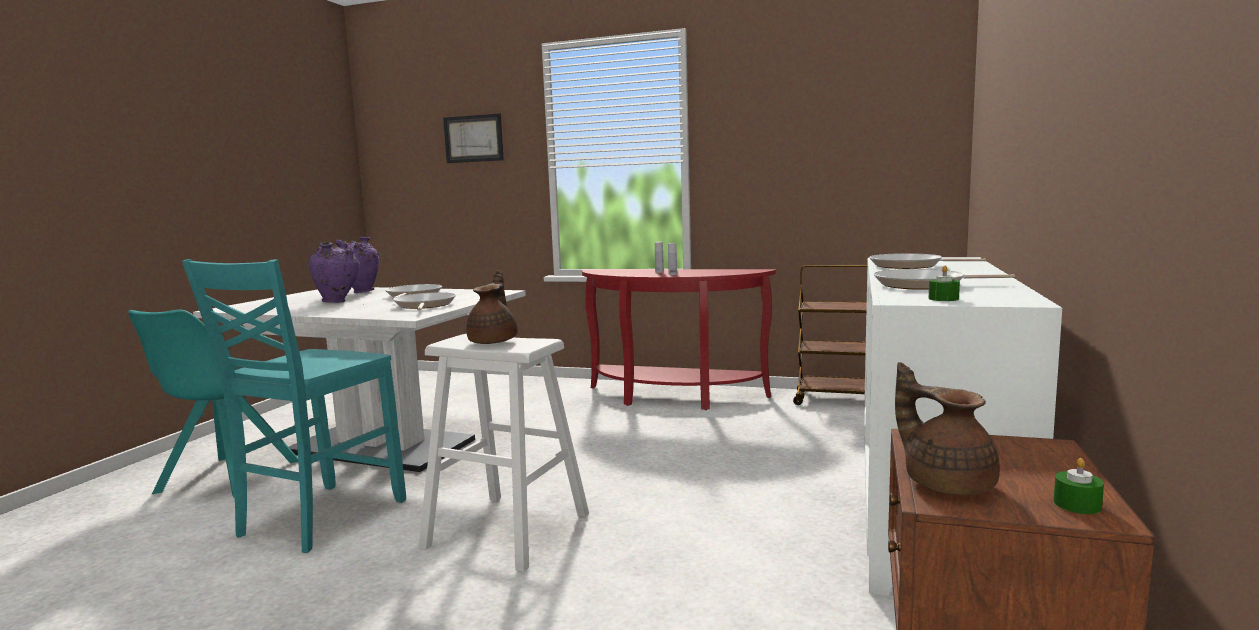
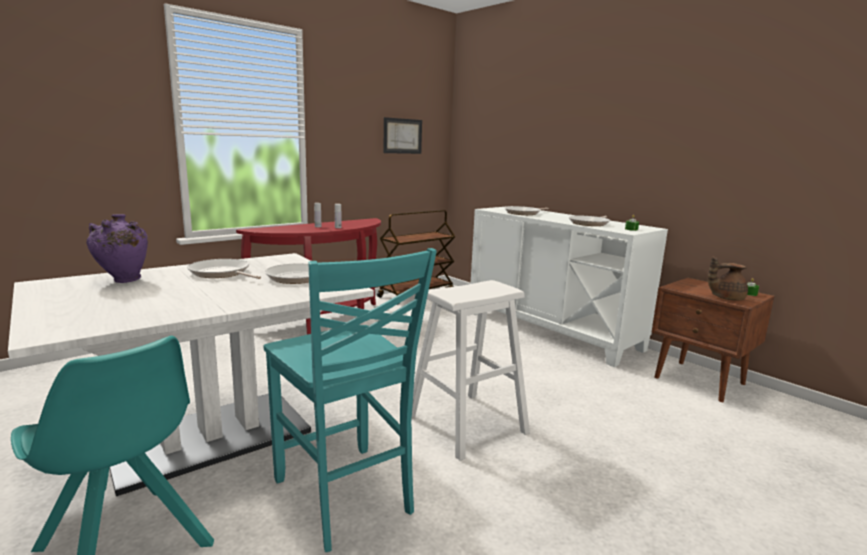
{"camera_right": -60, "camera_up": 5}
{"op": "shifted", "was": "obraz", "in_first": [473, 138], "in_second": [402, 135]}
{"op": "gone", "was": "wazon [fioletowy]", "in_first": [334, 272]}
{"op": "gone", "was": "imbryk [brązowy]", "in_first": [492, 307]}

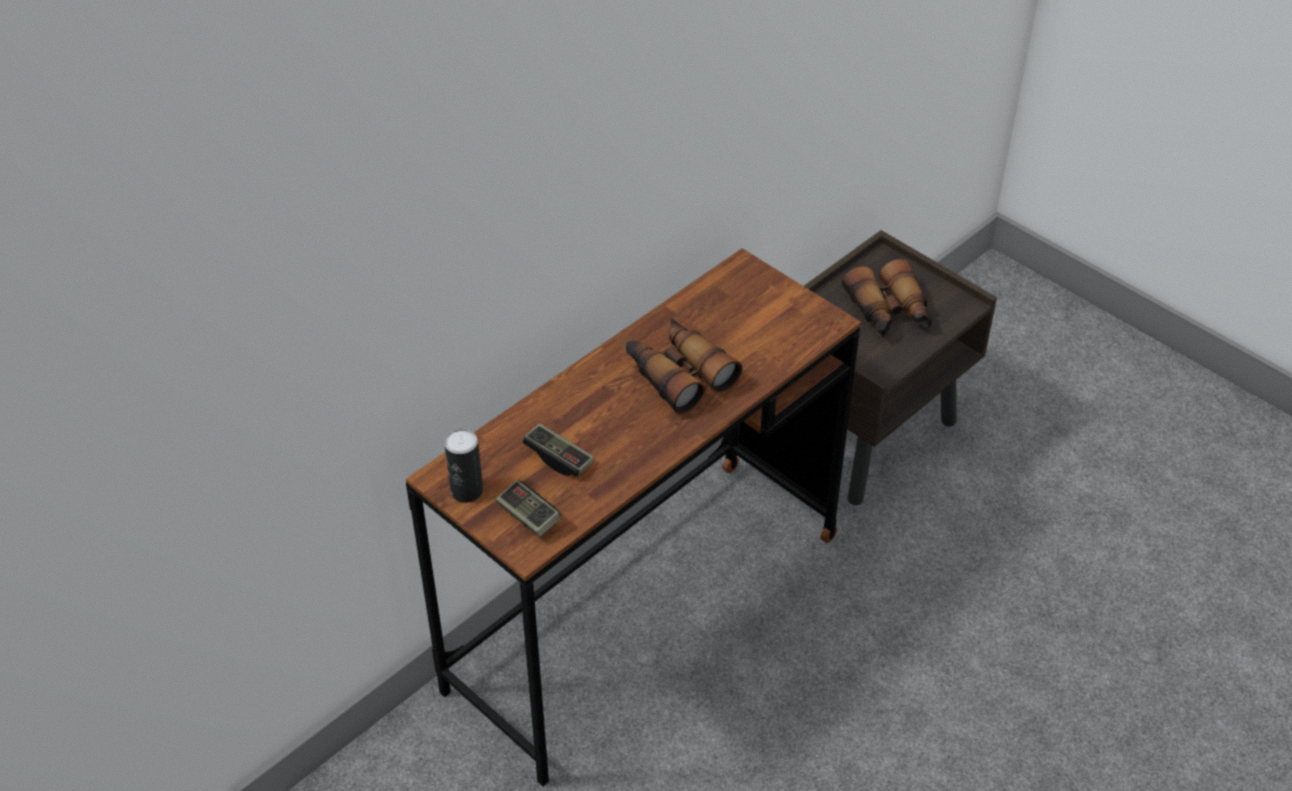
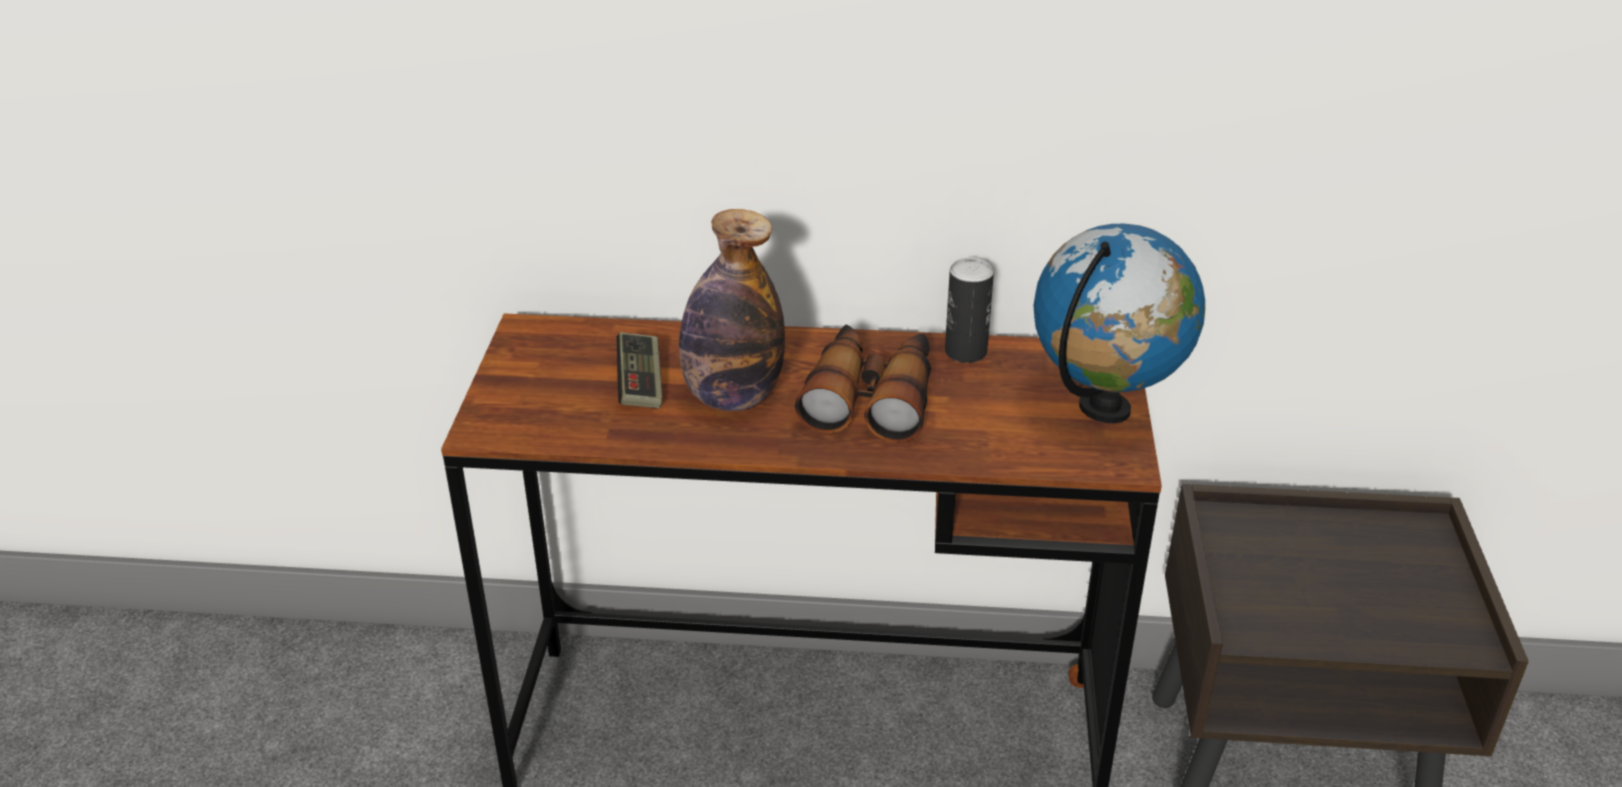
{"camera_right": 50, "camera_up": -10}
{"op": "new", "now": "butelka", "in_second": [732, 310]}
{"op": "shifted", "was": "puszka", "in_first": [463, 466], "in_second": [969, 310]}
{"op": "new", "now": "globus", "in_second": [1119, 323]}
{"op": "gone", "was": "pad do gier", "in_first": [528, 508]}
{"op": "gone", "was": "lornetka", "in_first": [887, 298]}

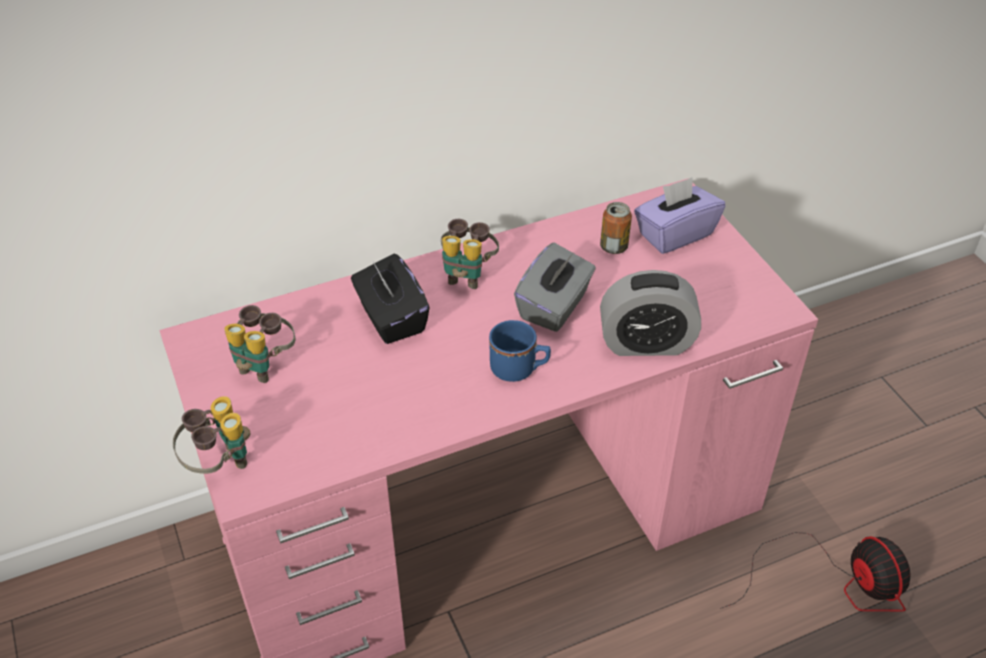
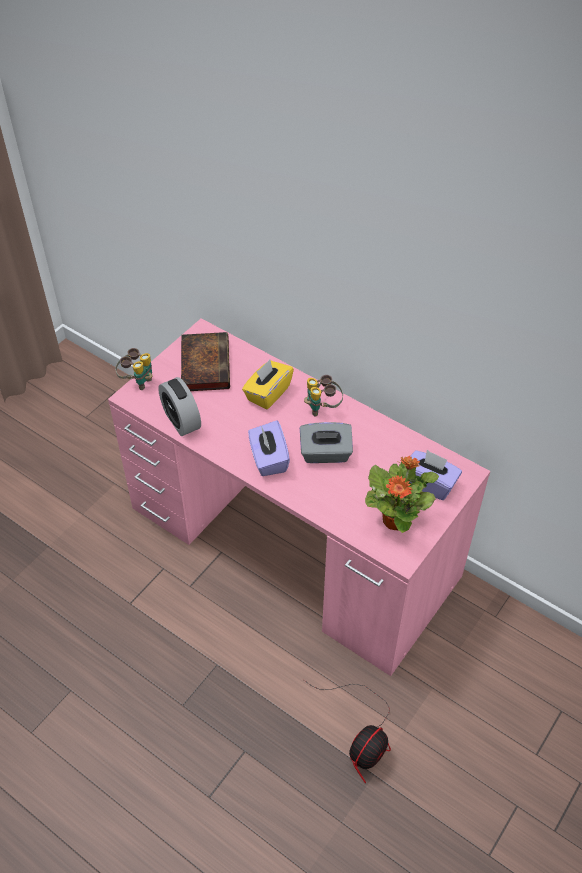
{"camera_right": 60, "camera_up": 5}
{"op": "shifted", "was": "budzik", "in_first": [650, 313], "in_second": [179, 406]}
{"op": "swapped", "was": "lornetka", "now": "książka", "in_first": [259, 344], "in_second": [205, 361]}
{"op": "repainted", "was": "pudełko chusteczek [czarny]", "now": "pudełko chusteczek [żółty]", "in_first": [390, 299], "in_second": [268, 385]}
{"op": "swapped", "was": "kubek [niebieski]", "now": "pudełko chusteczek [fioletowy]", "in_first": [520, 351], "in_second": [269, 448]}
{"op": "new", "now": "roślina doniczkowa", "in_second": [402, 494]}
{"op": "gone", "was": "puszka", "in_first": [616, 228]}

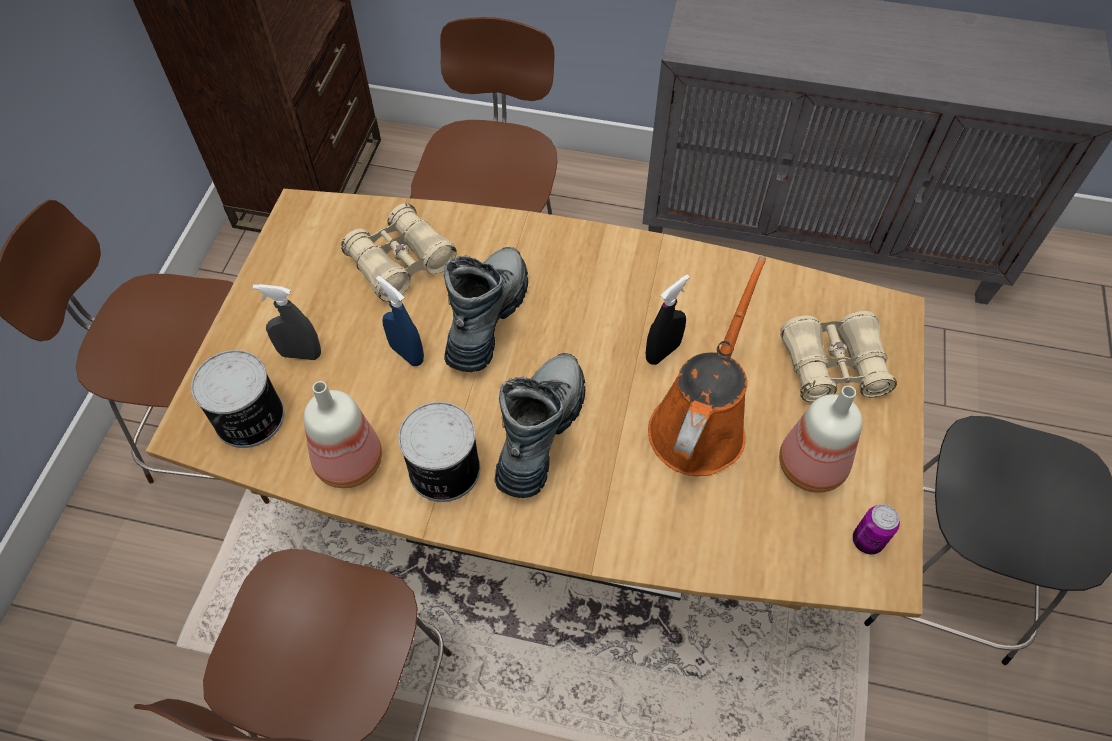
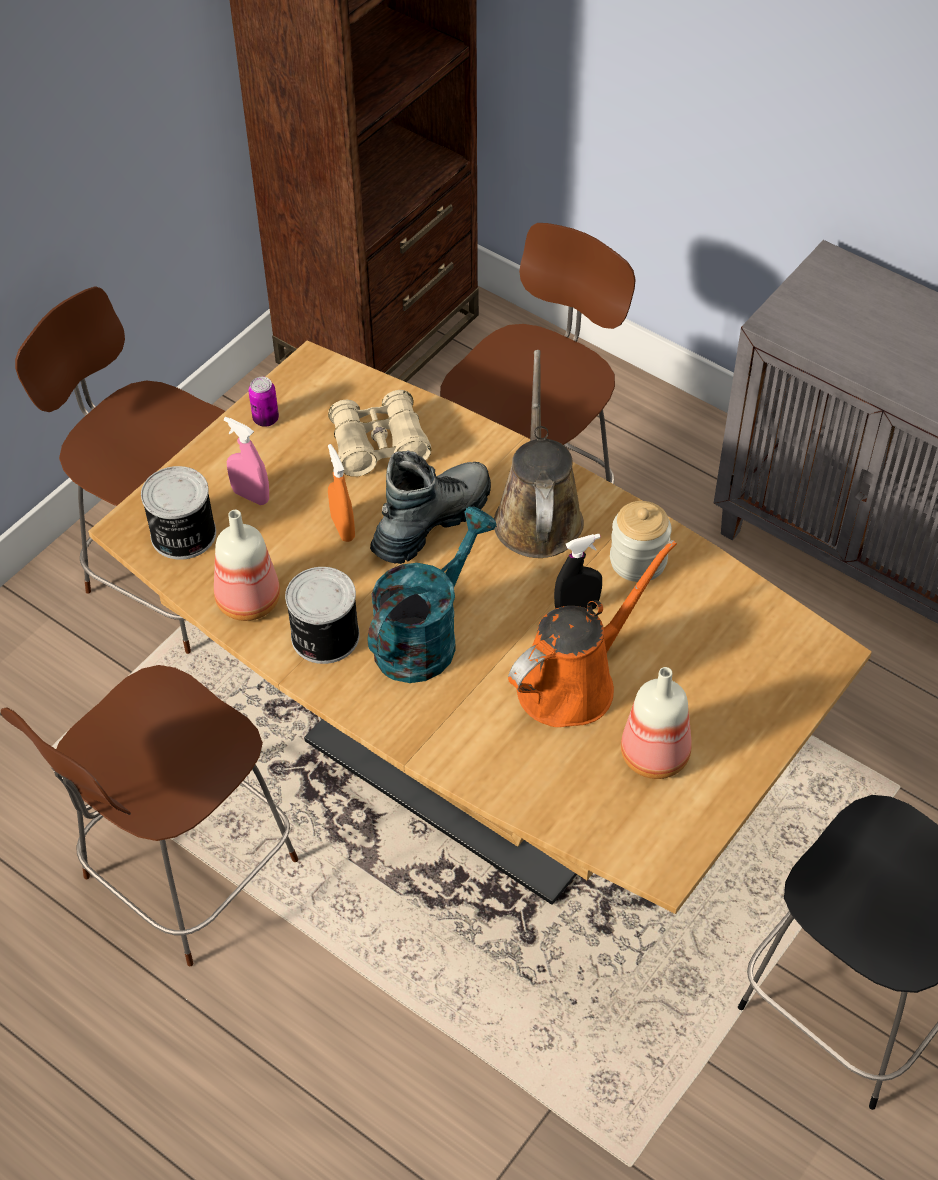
{"camera_right": 25, "camera_up": -5}
{"op": "repainted", "was": "spryskiwacz [szary]", "now": "spryskiwacz [różowy]", "in_first": [287, 322], "in_second": [246, 461]}
{"op": "shifted", "was": "puszka", "in_first": [876, 529], "in_second": [263, 402]}
{"op": "repainted", "was": "spryskiwacz [niebieski]", "now": "spryskiwacz [pomarańczowy]", "in_first": [400, 321], "in_second": [341, 493]}
{"op": "swapped", "was": "but z cholewką", "now": "konewka [turkusowy]", "in_first": [540, 425], "in_second": [432, 595]}
{"op": "new", "now": "konewka [brązowy]", "in_second": [539, 454]}
{"op": "new", "now": "słoik", "in_second": [641, 541]}
{"op": "gone", "was": "lornetka [beżowy]", "in_first": [838, 356]}

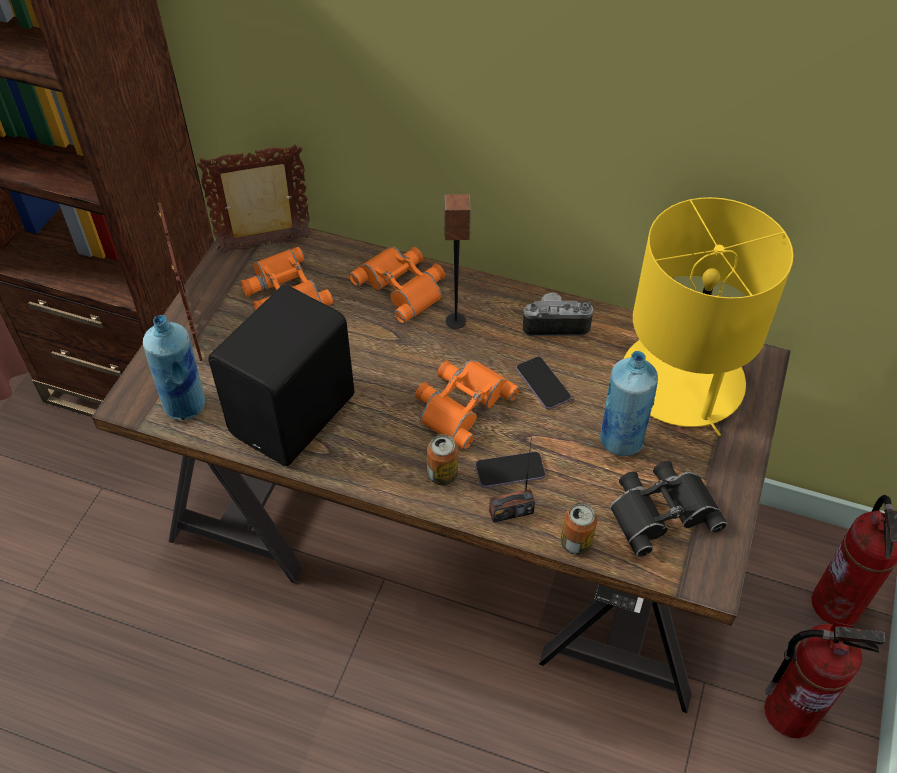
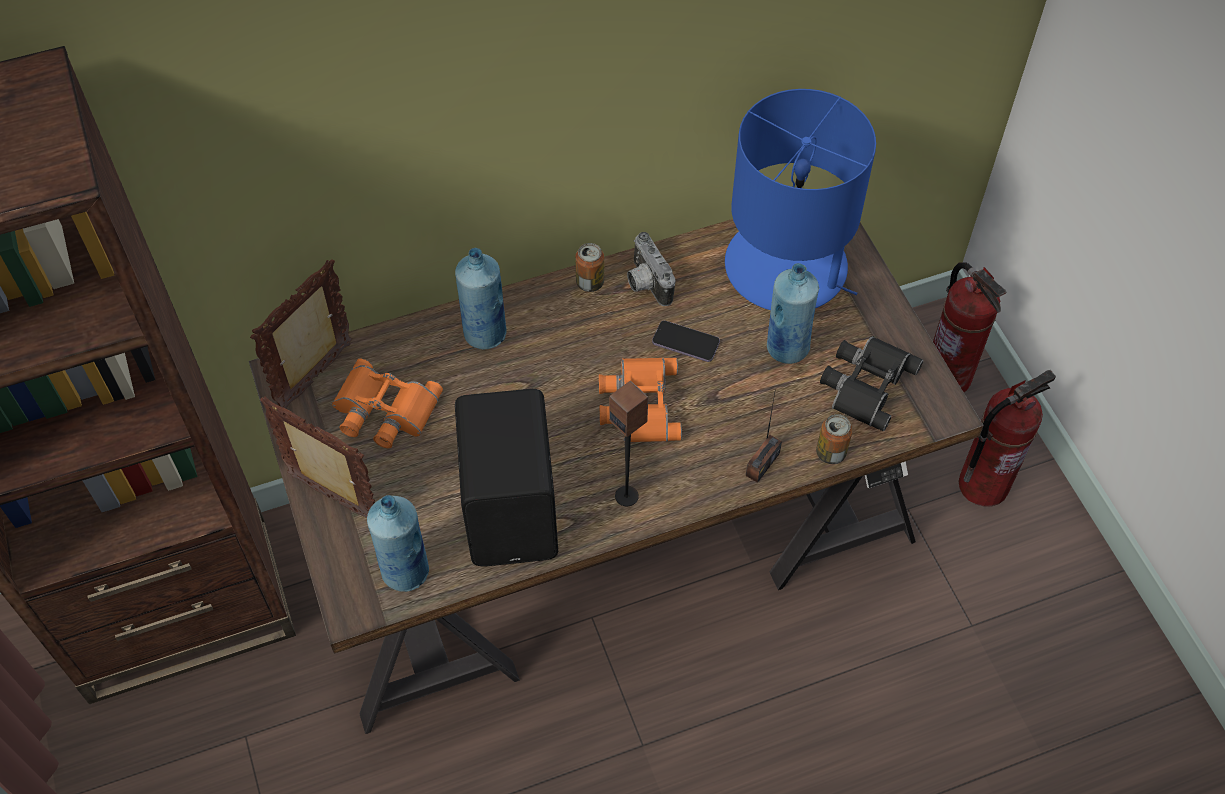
{"camera_right": -40, "camera_up": 5}
{"op": "swapped", "was": "lornetka [pomarańczowy]", "now": "butelka [niebieski]", "in_first": [397, 285], "in_second": [481, 298]}
{"op": "shifted", "was": "puszka", "in_first": [442, 459], "in_second": [589, 267]}
{"op": "shifted", "was": "głośnik", "in_first": [457, 261], "in_second": [628, 443]}
{"op": "rotated", "was": "aparat fotograficzny", "in_first": [558, 314], "in_second": [651, 269], "clockwise": -75}
{"op": "repainted", "was": "lampa stołowa [żółty]", "now": "lampa stołowa [niebieski]", "in_first": [709, 316], "in_second": [800, 199]}
{"op": "gone", "was": "telefon", "in_first": [510, 470]}

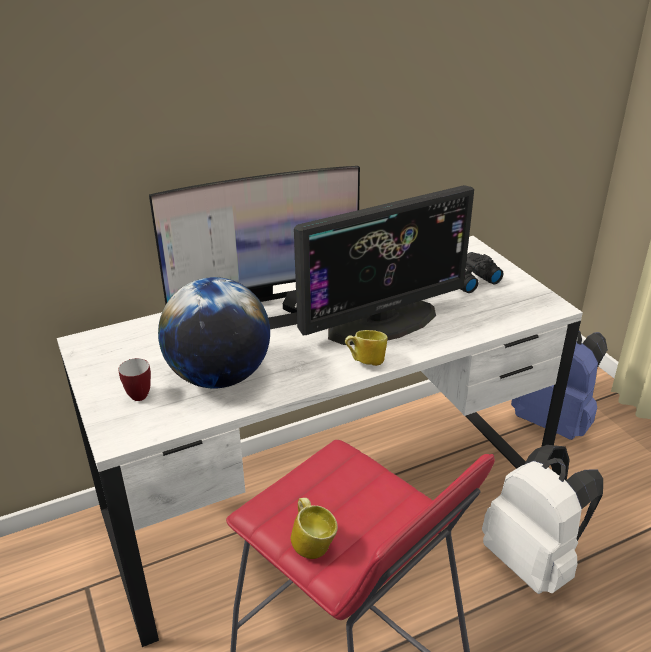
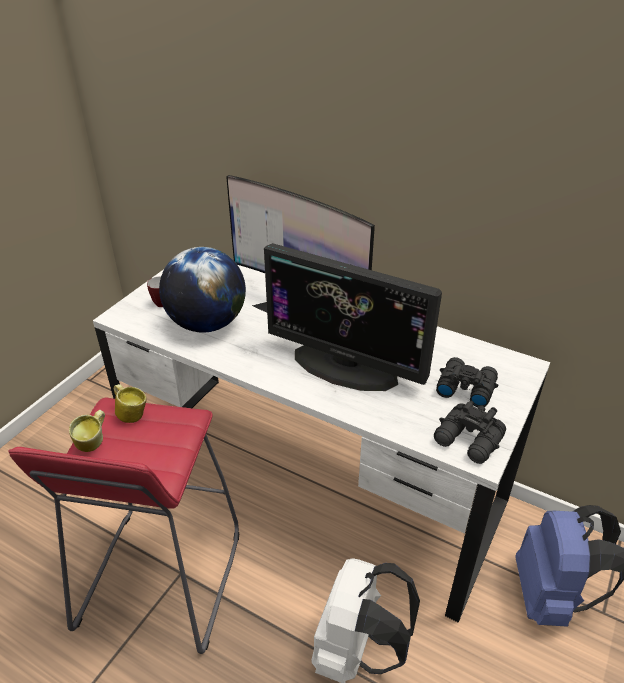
{"camera_right": 55, "camera_up": 5}
{"op": "shifted", "was": "kubek", "in_first": [366, 348], "in_second": [130, 403]}
{"op": "new", "now": "lornetka [czarny]", "in_second": [470, 432]}

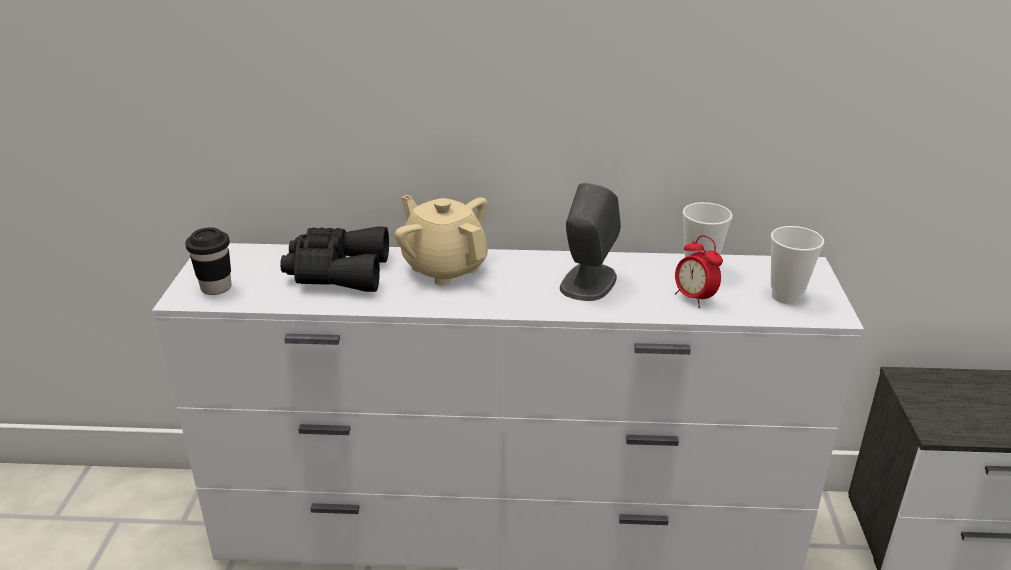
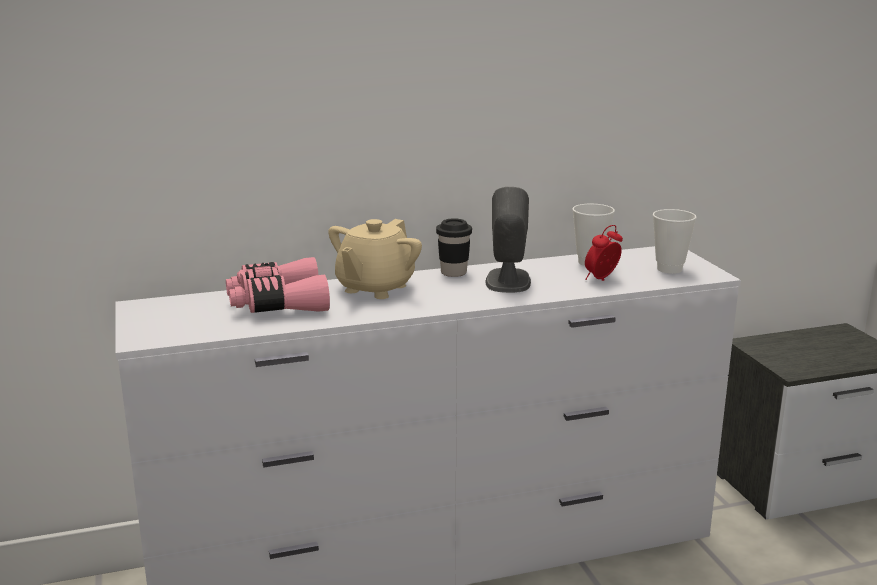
{"camera_right": -20, "camera_up": -10}
{"op": "repainted", "was": "lornetka [czarny]", "now": "lornetka [różowy]", "in_first": [334, 259], "in_second": [278, 285]}
{"op": "rotated", "was": "imbryk [beżowy]", "in_first": [441, 240], "in_second": [375, 259], "clockwise": -90}
{"op": "shifted", "was": "filiżanka [czarny]", "in_first": [208, 261], "in_second": [454, 247]}
{"op": "rotated", "was": "budzik", "in_first": [699, 271], "in_second": [604, 253], "clockwise": 105}

